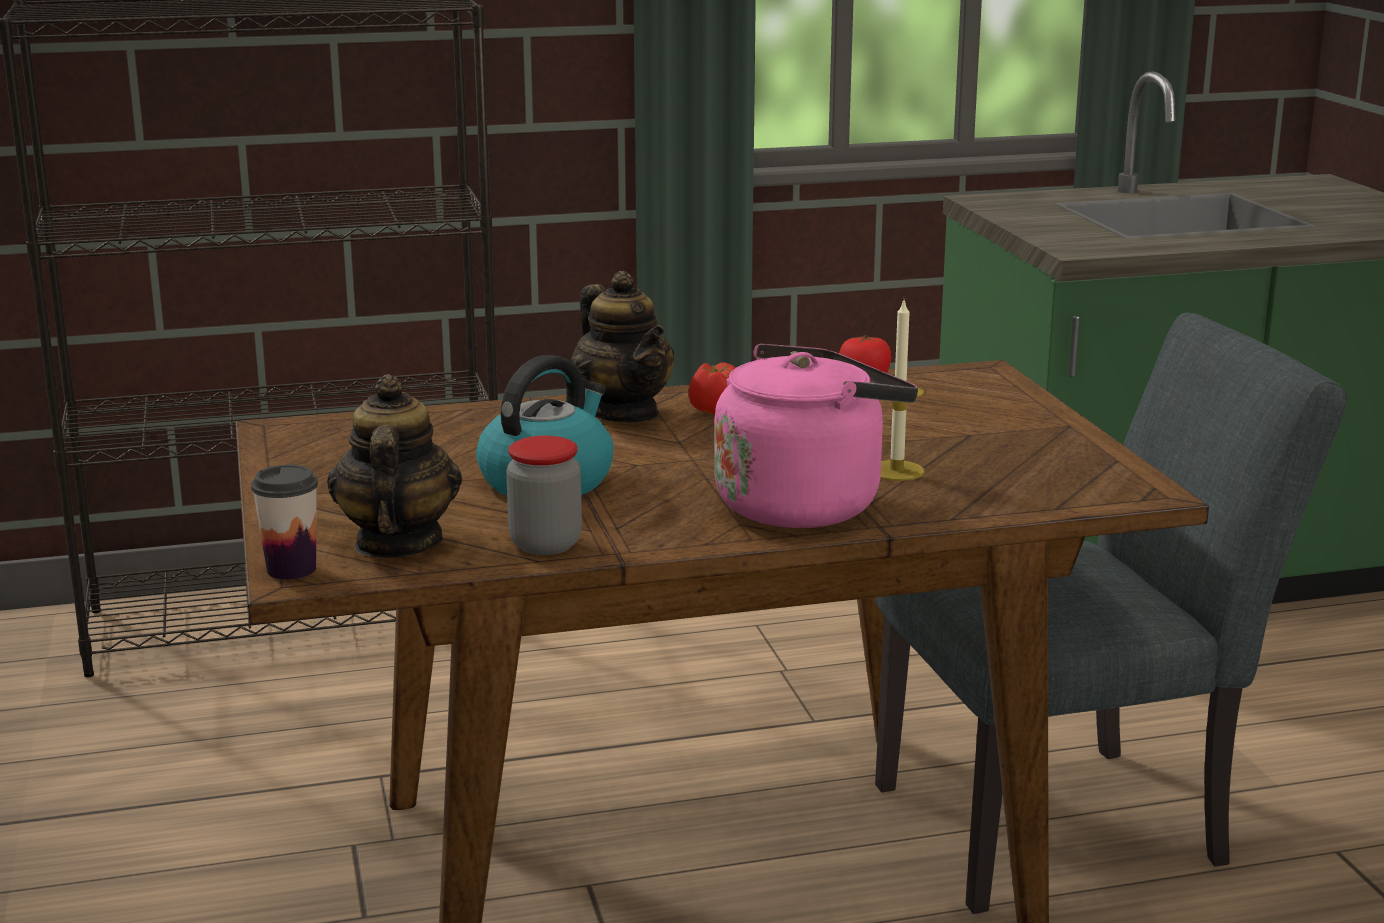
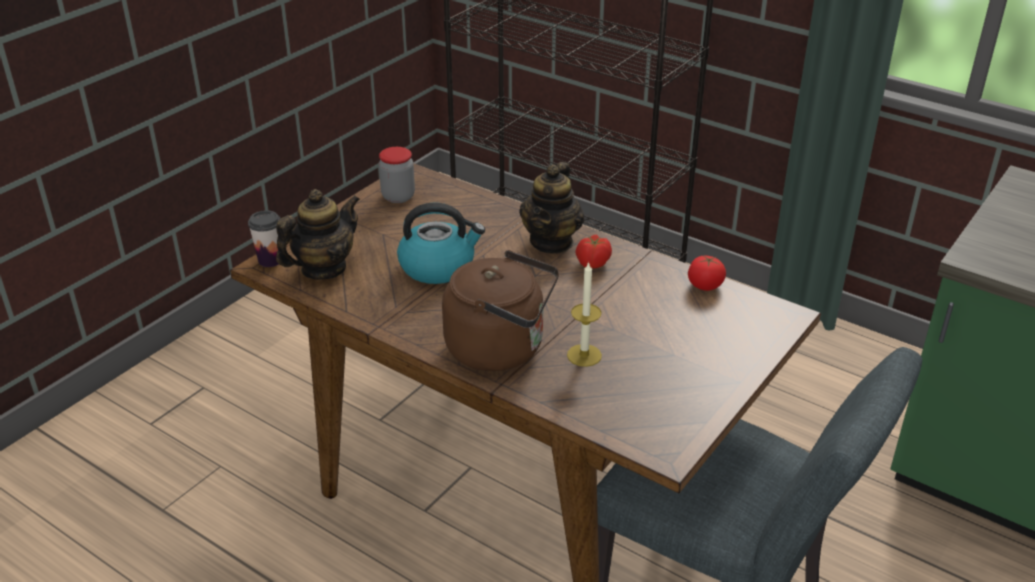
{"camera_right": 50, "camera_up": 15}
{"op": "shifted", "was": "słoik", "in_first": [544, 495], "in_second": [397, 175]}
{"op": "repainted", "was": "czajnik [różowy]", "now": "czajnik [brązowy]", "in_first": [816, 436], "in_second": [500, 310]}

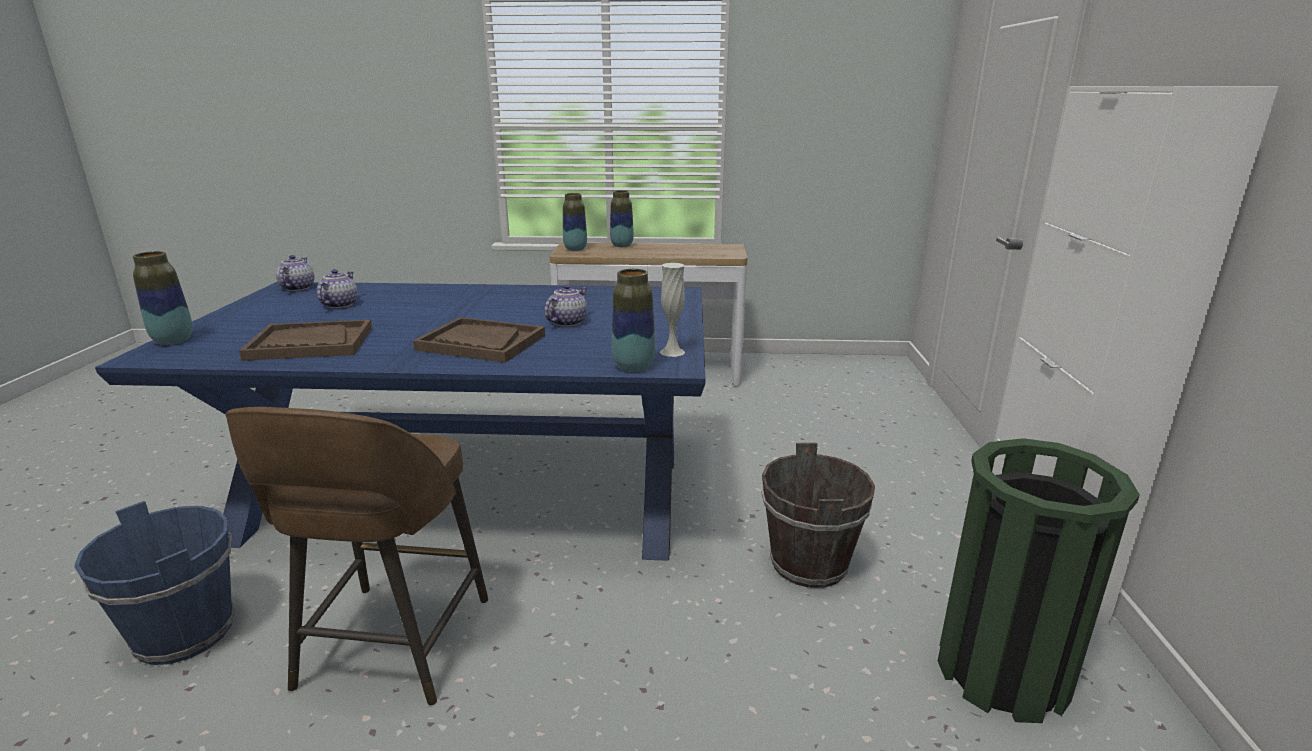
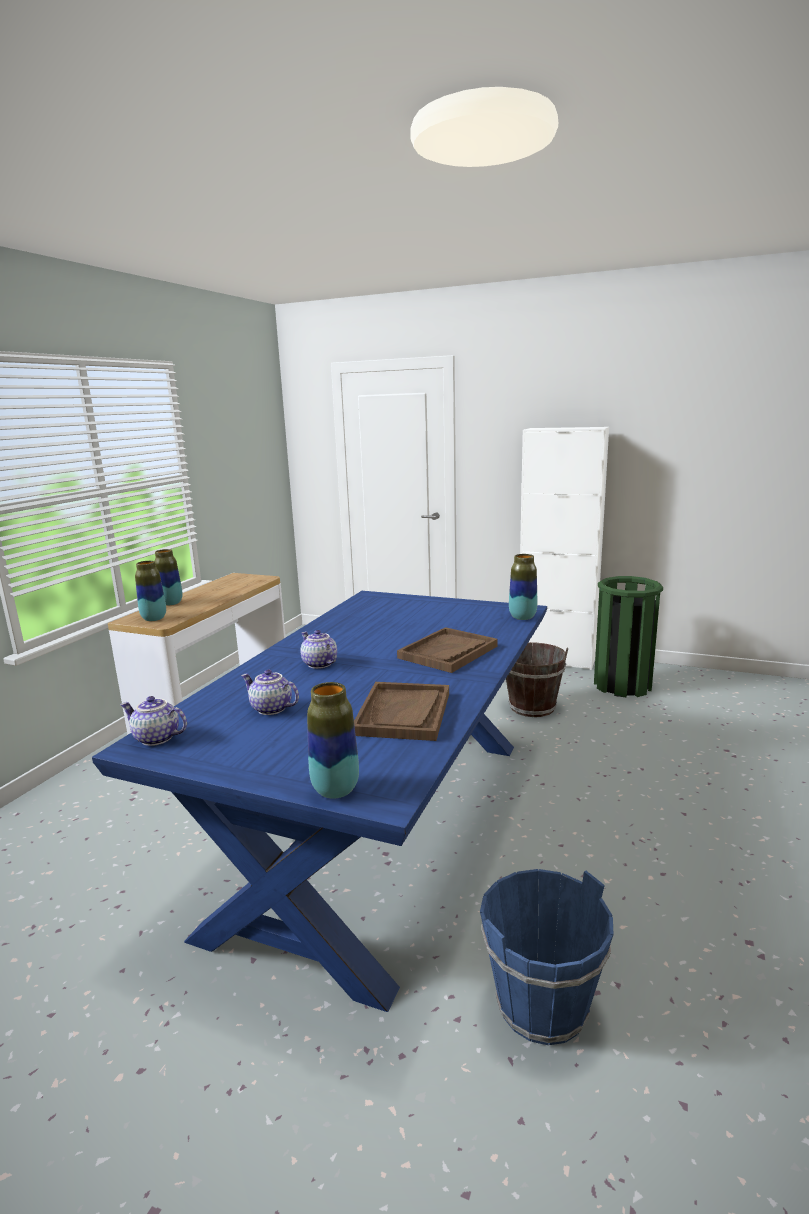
{"camera_right": -70, "camera_up": -5}
{"op": "shifted", "was": "imbryk", "in_first": [565, 305], "in_second": [319, 649]}
{"op": "gone", "was": "stołek [brązowy]", "in_first": [356, 556]}
{"op": "gone", "was": "wazon [biały]", "in_first": [672, 310]}

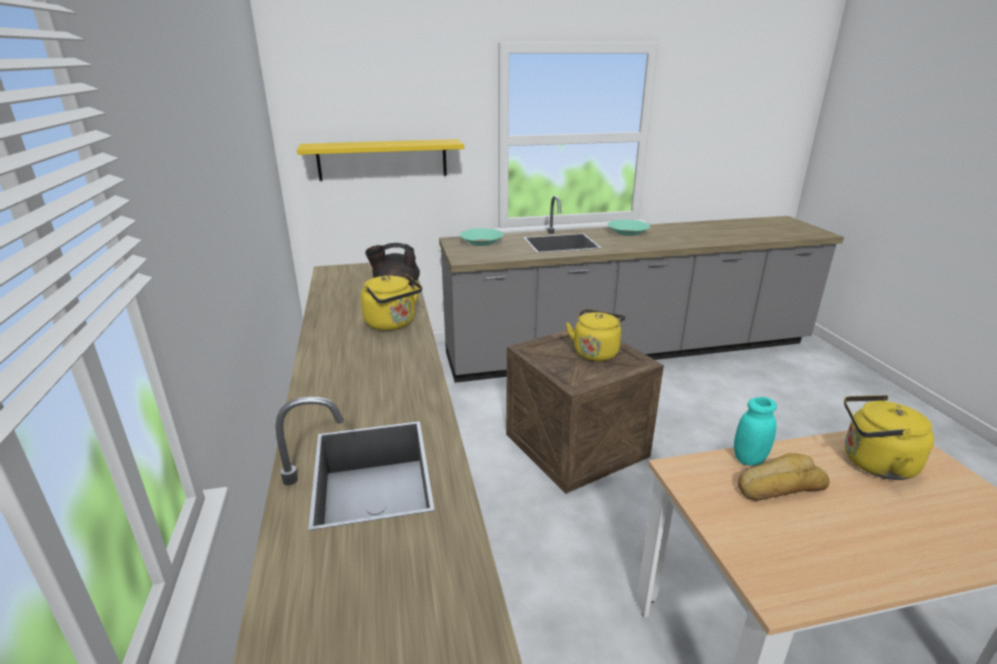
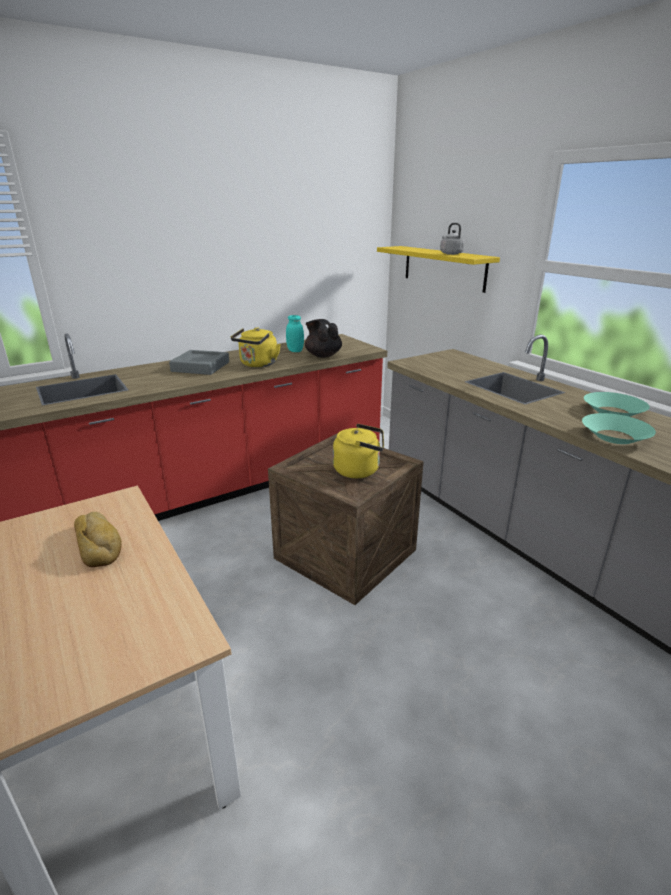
{"camera_right": 70, "camera_up": 0}
{"op": "new", "now": "taca [szary]", "in_second": [199, 362]}
{"op": "shifted", "was": "słoik [turkusowy]", "in_first": [755, 431], "in_second": [295, 333]}
{"op": "new", "now": "czajnik [szary]", "in_second": [452, 239]}
{"op": "shifted", "was": "miska [turkusowy]", "in_first": [482, 237], "in_second": [619, 428]}
{"op": "gone", "was": "czajnik [żółty]", "in_first": [889, 437]}

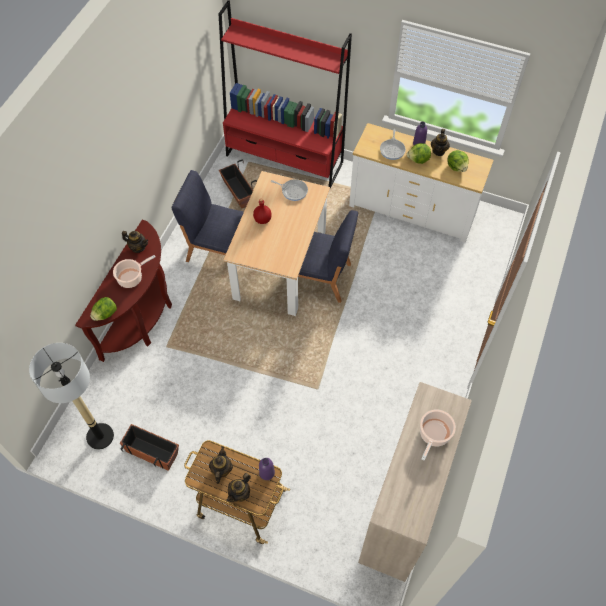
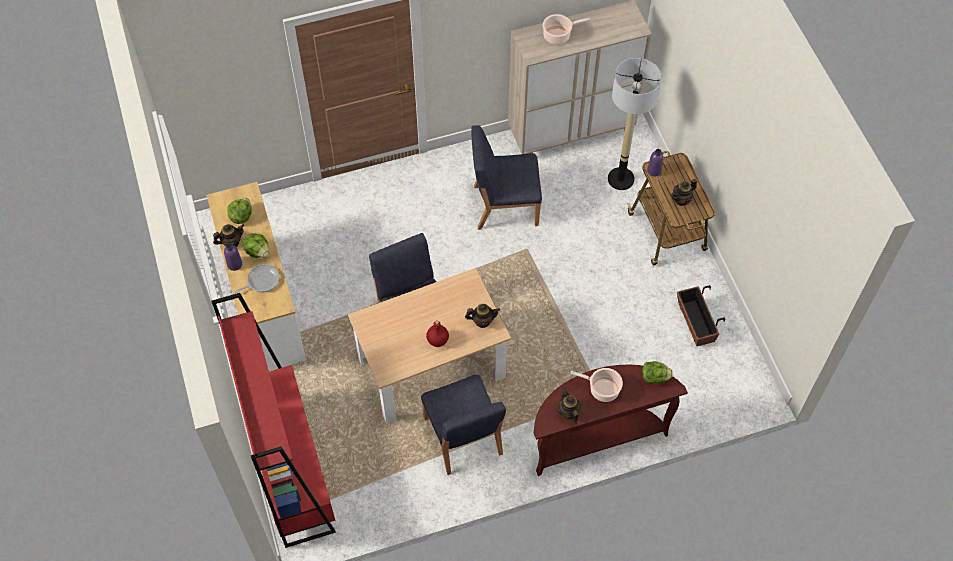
{"camera_right": -130, "camera_up": 0}
{"op": "shifted", "was": "imbryk", "in_first": [239, 487], "in_second": [482, 316]}
{"op": "new", "now": "krzesło [niebieski]", "in_second": [506, 177]}
{"op": "shifted", "was": "lampa stojąca", "in_first": [71, 396], "in_second": [635, 124]}
{"op": "gone", "was": "donica", "in_first": [238, 184]}
{"op": "gone", "was": "patelnia", "in_first": [289, 190]}

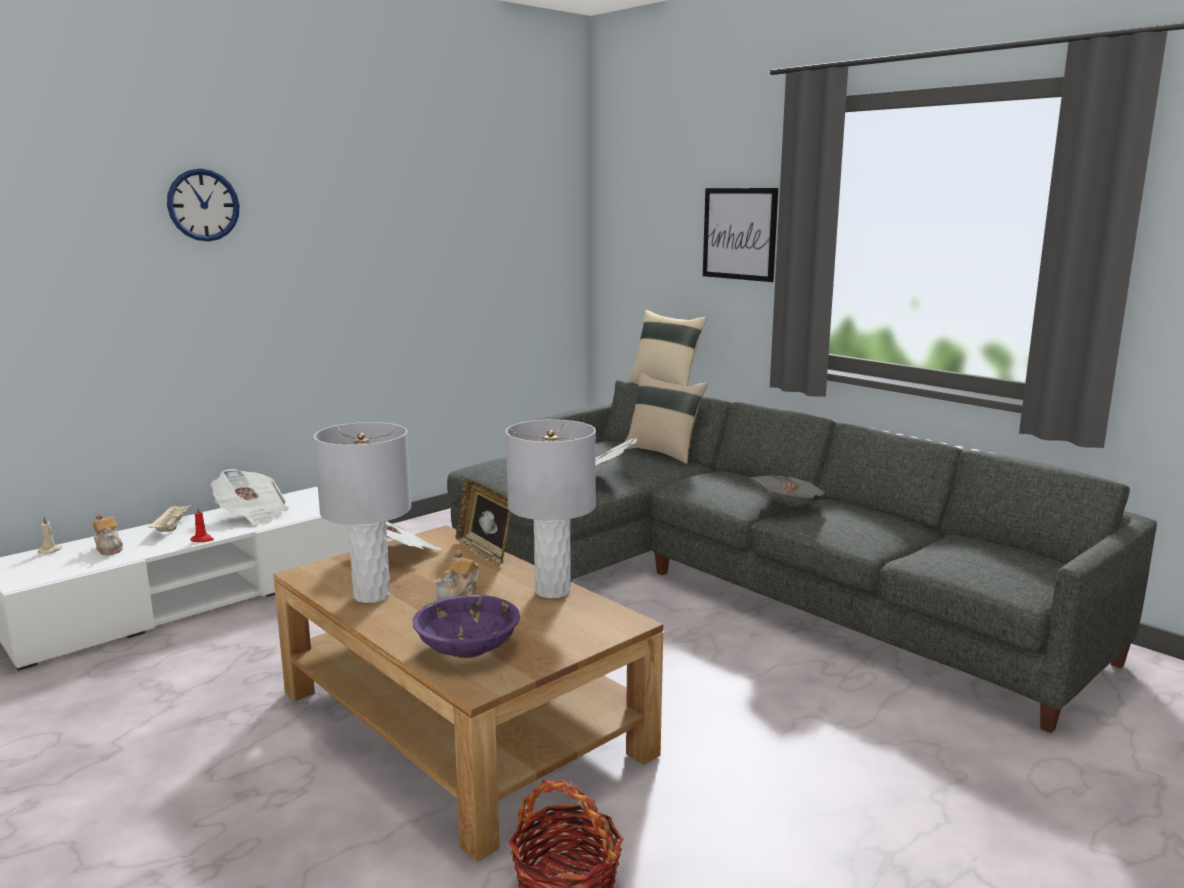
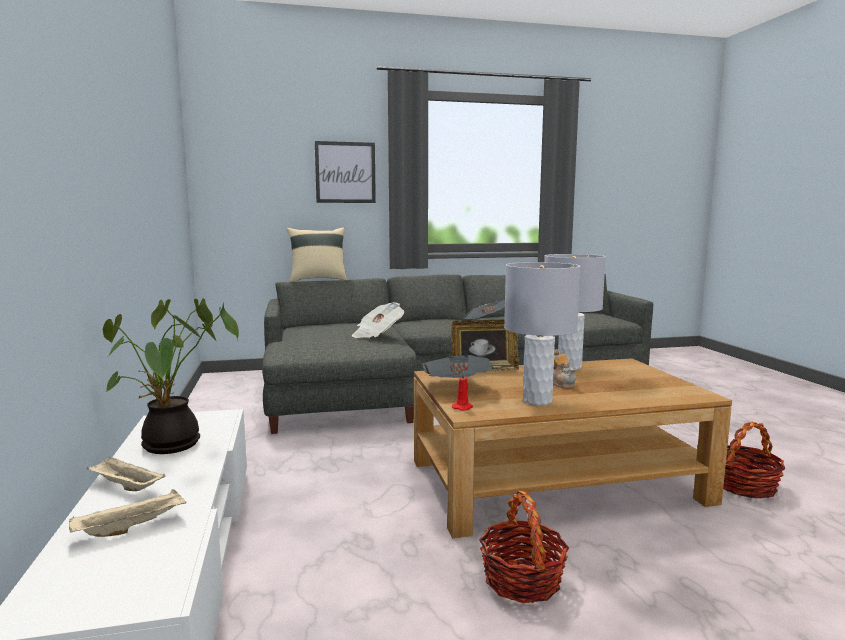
{"camera_right": -60, "camera_up": -5}
{"op": "swapped", "was": "imbryk", "now": "taca [beżowy]", "in_first": [108, 534], "in_second": [128, 513]}
{"op": "swapped", "was": "gazeta", "now": "roślina doniczkowa", "in_first": [250, 497], "in_second": [170, 376]}
{"op": "shifted", "was": "świeca [czerwony]", "in_first": [202, 524], "in_second": [462, 391]}
{"op": "new", "now": "koszyk", "in_second": [524, 547]}
{"op": "gone", "was": "świeca [beżowy]", "in_first": [50, 535]}
{"op": "gone", "was": "zegar ścienny", "in_first": [203, 205]}
{"op": "gone", "was": "miska [fioletowy]", "in_first": [466, 626]}
{"op": "gone", "was": "poduszka [beżowy]", "in_first": [666, 418]}

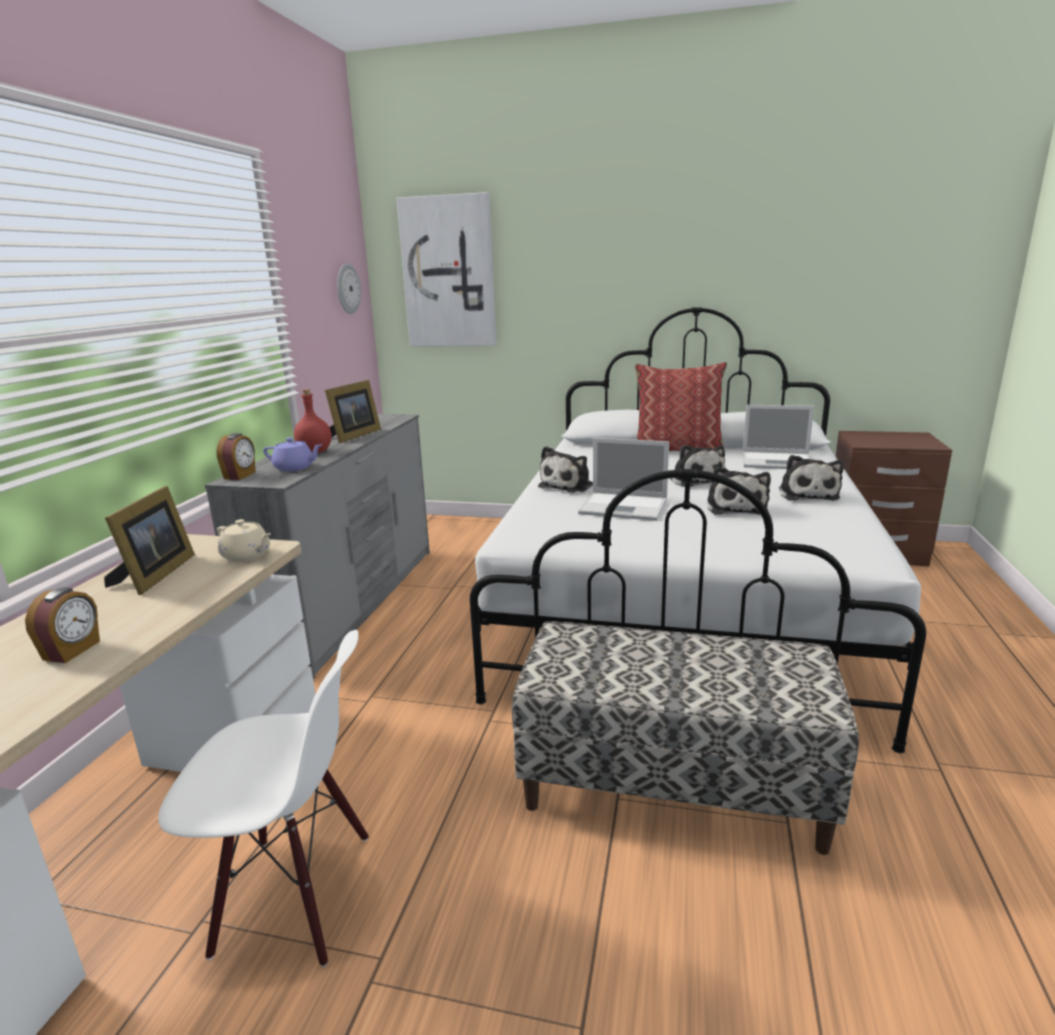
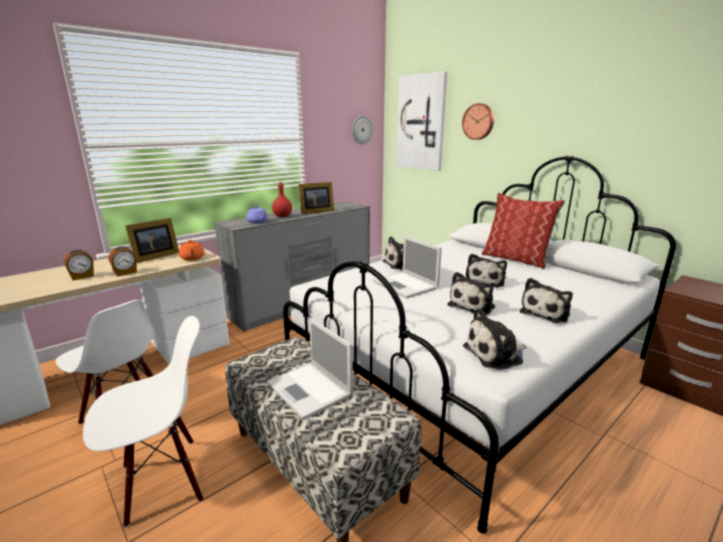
{"camera_right": 35, "camera_up": 0}
{"op": "new", "now": "krzesło [biały]", "in_second": [143, 422]}
{"op": "shifted", "was": "budzik", "in_first": [235, 456], "in_second": [122, 261]}
{"op": "repainted", "was": "imbryk [beżowy]", "now": "imbryk [pomarańczowy]", "in_first": [243, 540], "in_second": [191, 250]}
{"op": "shifted", "was": "laptop", "in_first": [778, 437], "in_second": [309, 369]}
{"op": "new", "now": "zegar ścienny", "in_second": [478, 121]}
{"op": "new", "now": "pluszak", "in_second": [494, 339]}

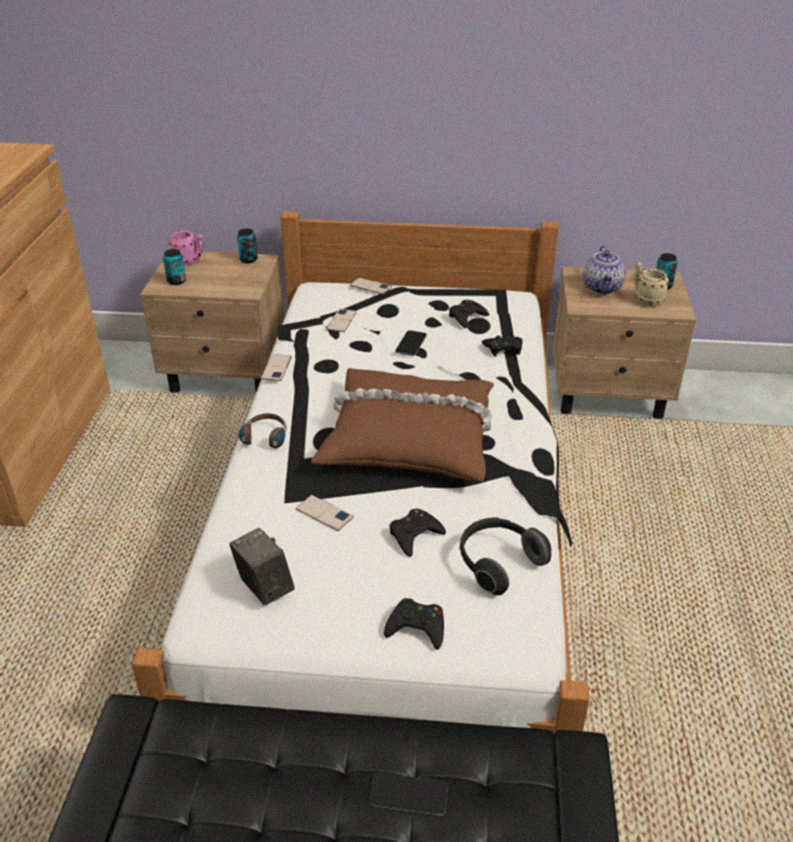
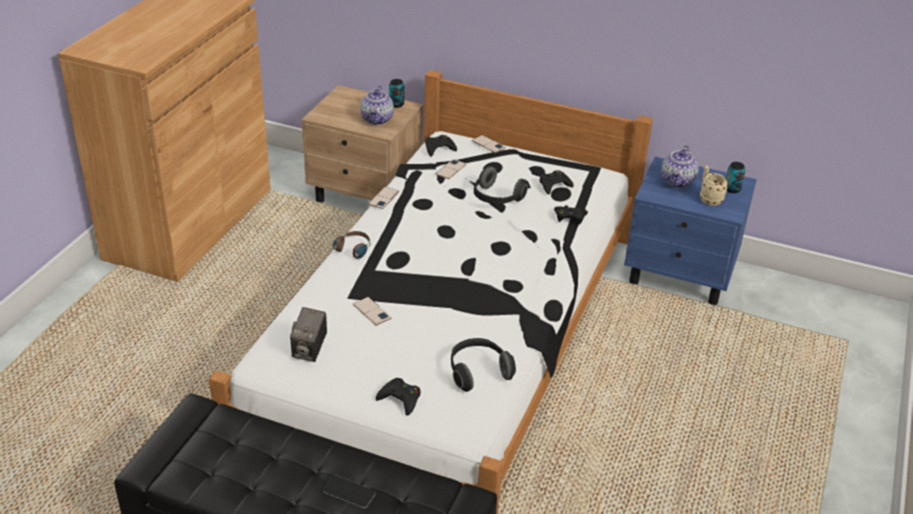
{"camera_right": 15, "camera_up": 0}
{"op": "rotated", "was": "aparat fotograficzny", "in_first": [262, 567], "in_second": [308, 334], "clockwise": -150}
{"op": "new", "now": "imbryk", "in_second": [377, 105]}
{"op": "shifted", "was": "pad do gier [czarny]", "in_first": [417, 533], "in_second": [441, 146]}
{"op": "swapped", "was": "telefon", "now": "słuchawki", "in_first": [411, 343], "in_second": [501, 185]}
{"op": "repainted", "was": "szafka nocna [beżowy]", "now": "szafka nocna [niebieski]", "in_first": [625, 343], "in_second": [690, 230]}
{"op": "gone", "was": "puszka", "in_first": [174, 267]}
{"op": "gone", "was": "kubek [różowy]", "in_first": [186, 248]}
{"op": "gone", "was": "poduszka [brązowy]", "in_first": [402, 425]}

